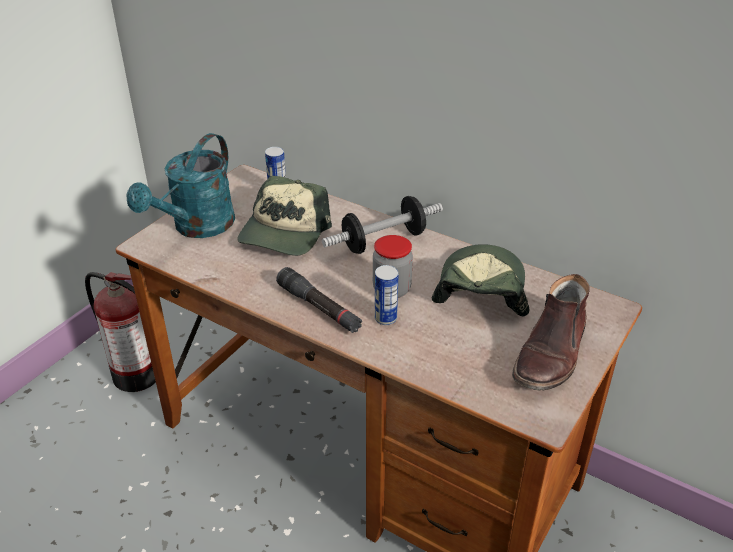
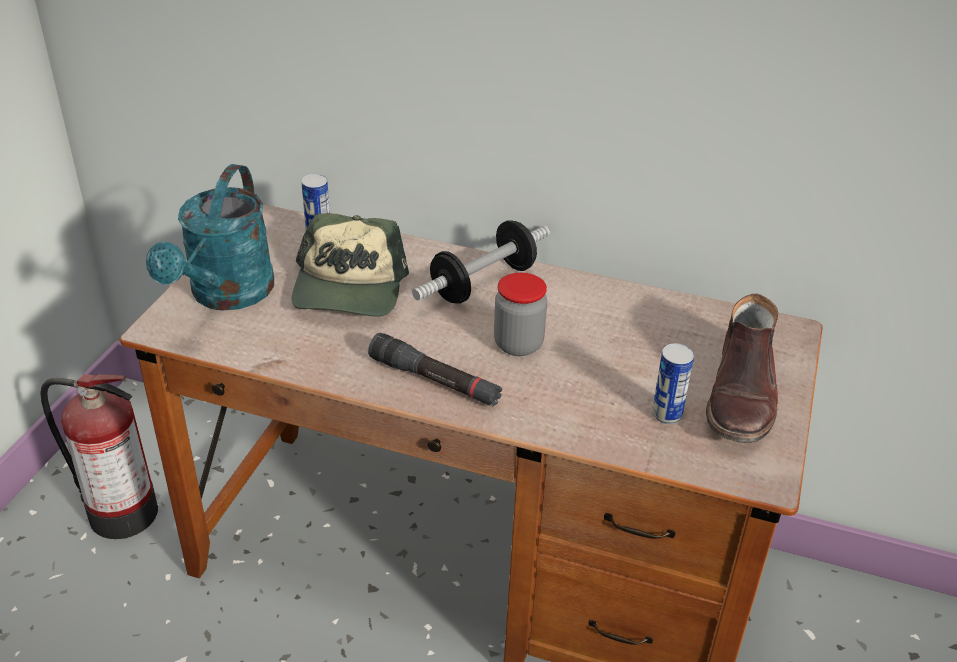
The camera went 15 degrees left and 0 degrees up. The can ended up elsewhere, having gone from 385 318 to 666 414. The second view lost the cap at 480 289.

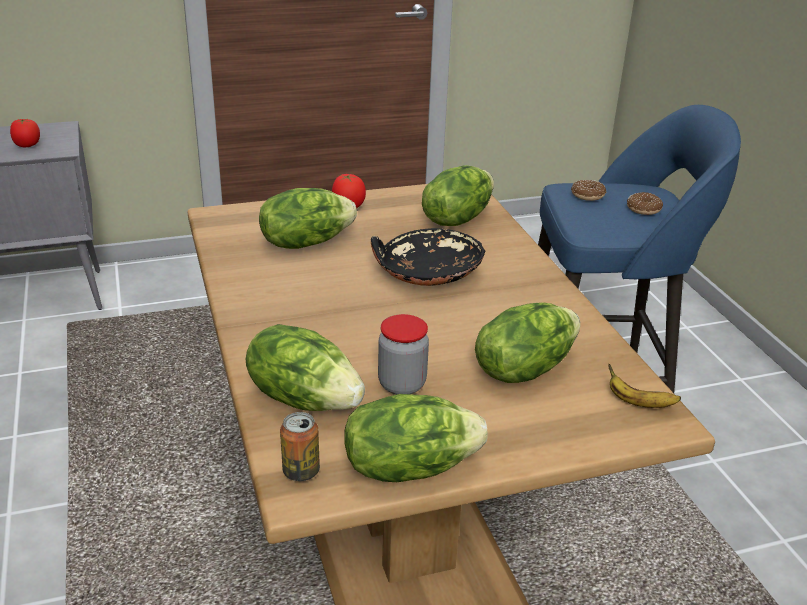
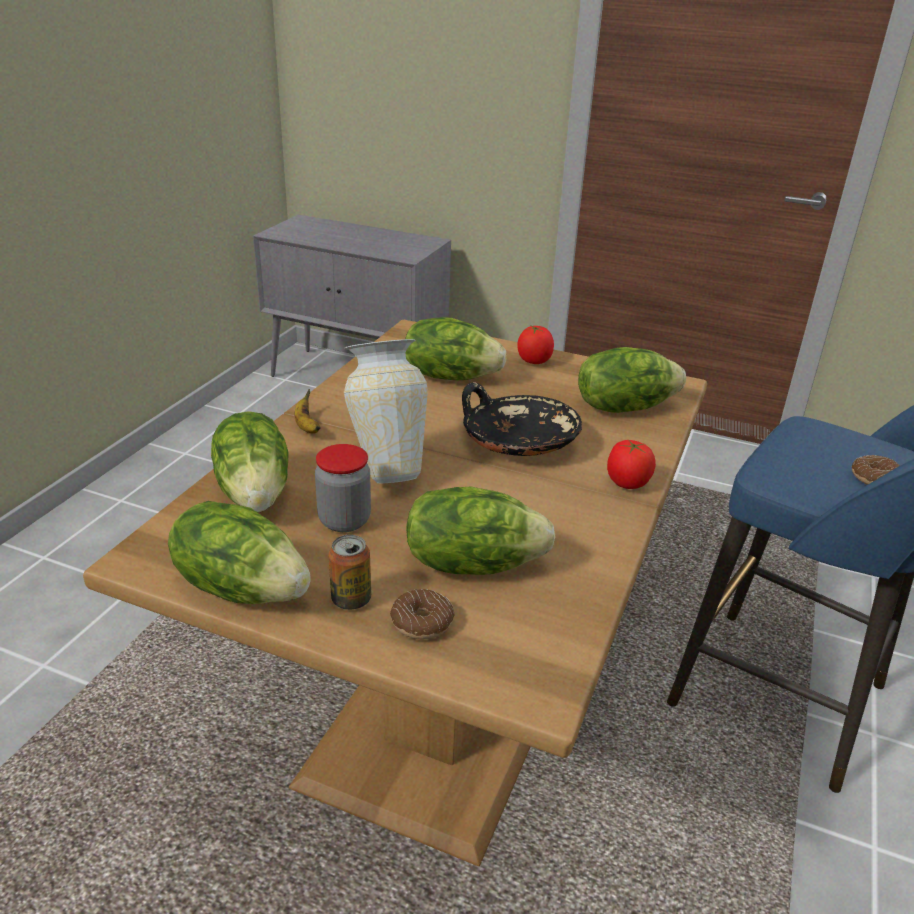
The camera went 40 degrees right and 0 degrees up. The banana ended up elsewhere, having gone from 638 403 to 307 426. The can ended up elsewhere, having gone from 301 471 to 351 599. The second view gained the vase at 388 466. The donut ended up elsewhere, having gone from 587 195 to 422 622. The tomato ended up elsewhere, having gone from 27 145 to 627 483.

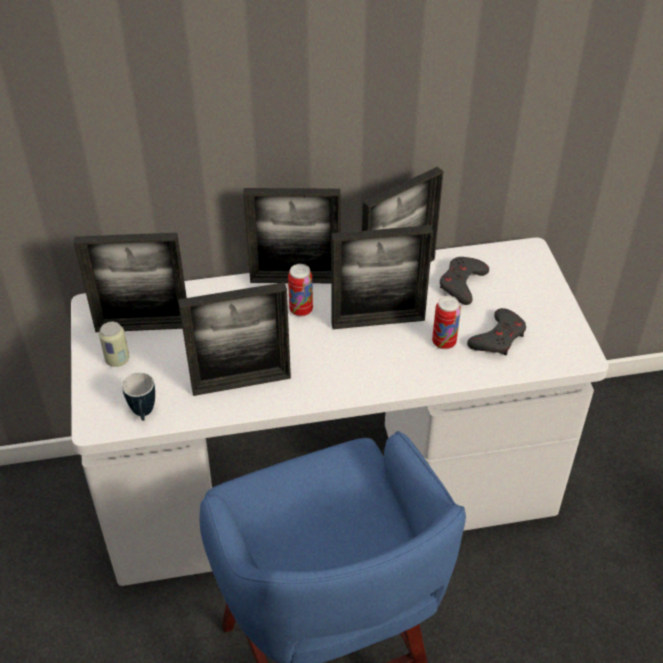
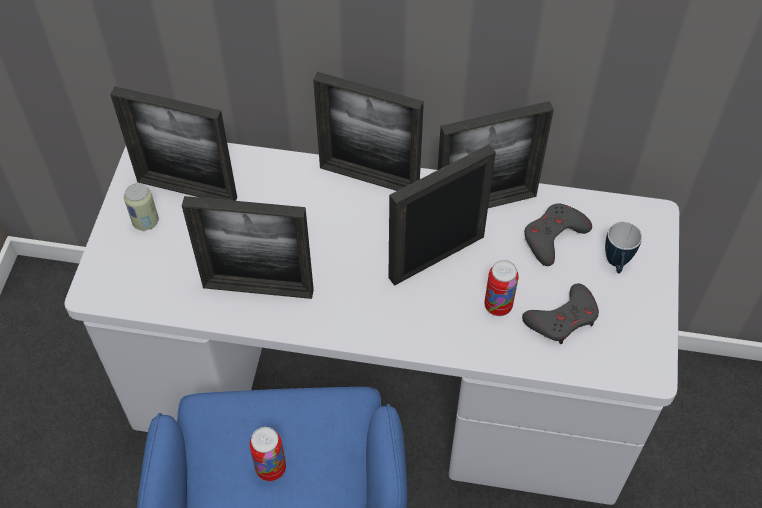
The camera went 20 degrees right and 10 degrees up. The can ended up elsewhere, having gone from 301 310 to 271 468. The picture frame at 378 321 ended up facing another way, 135 degrees clockwise from before. The mug ended up elsewhere, having gone from 143 414 to 616 264.

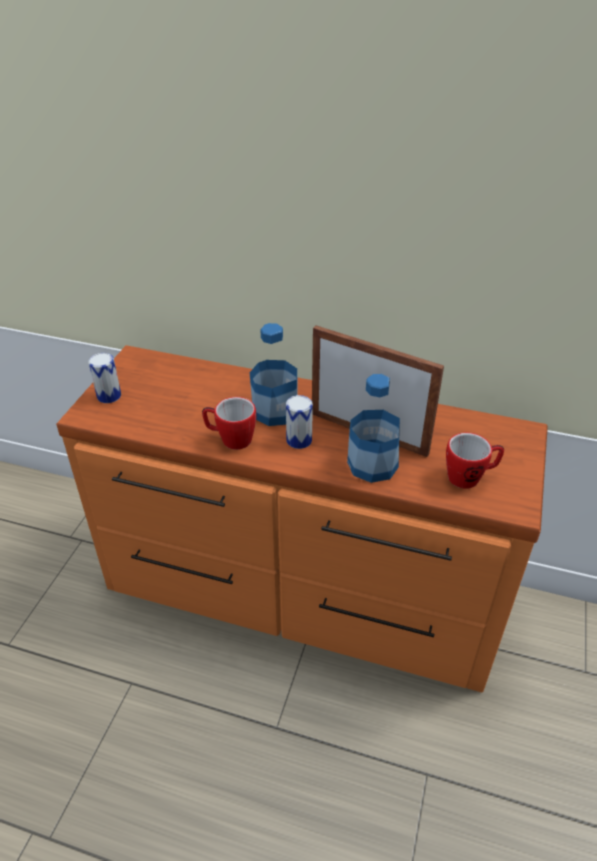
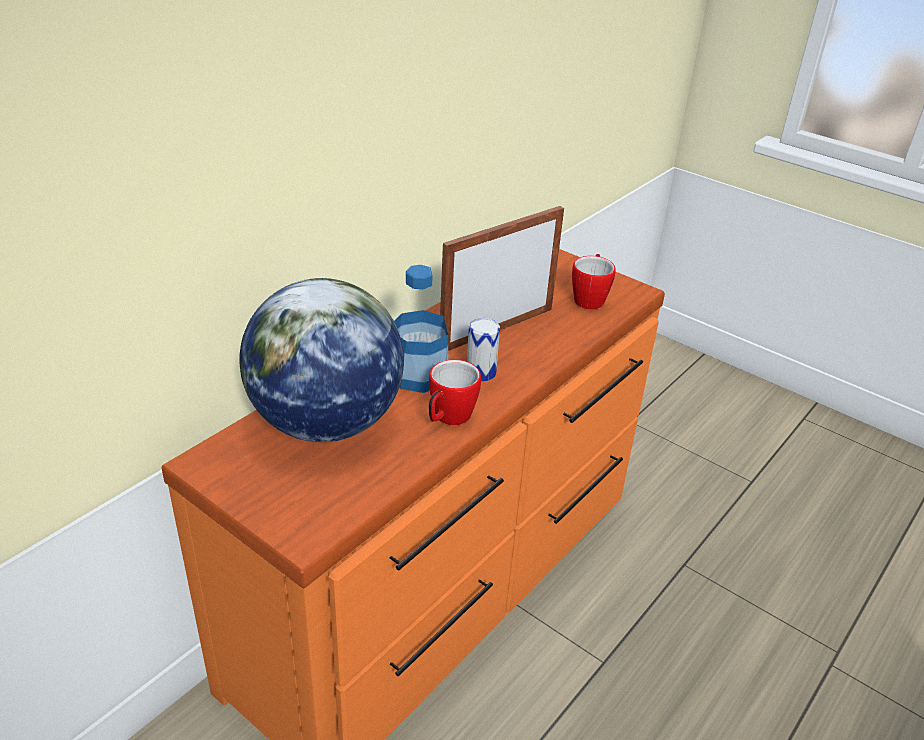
The camera went 70 degrees left and 5 degrees down. The second view gained the globe at 325 423. The second view lost the can at 109 396. The second view lost the bottle at 372 464.

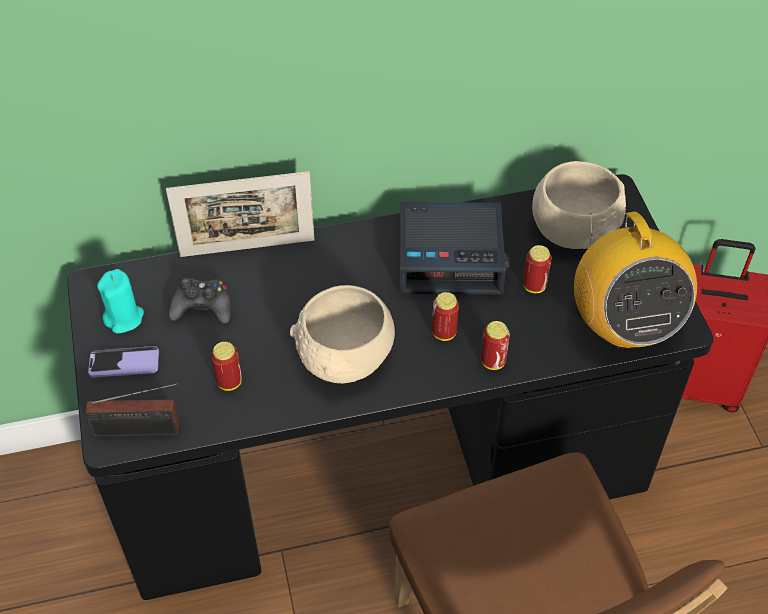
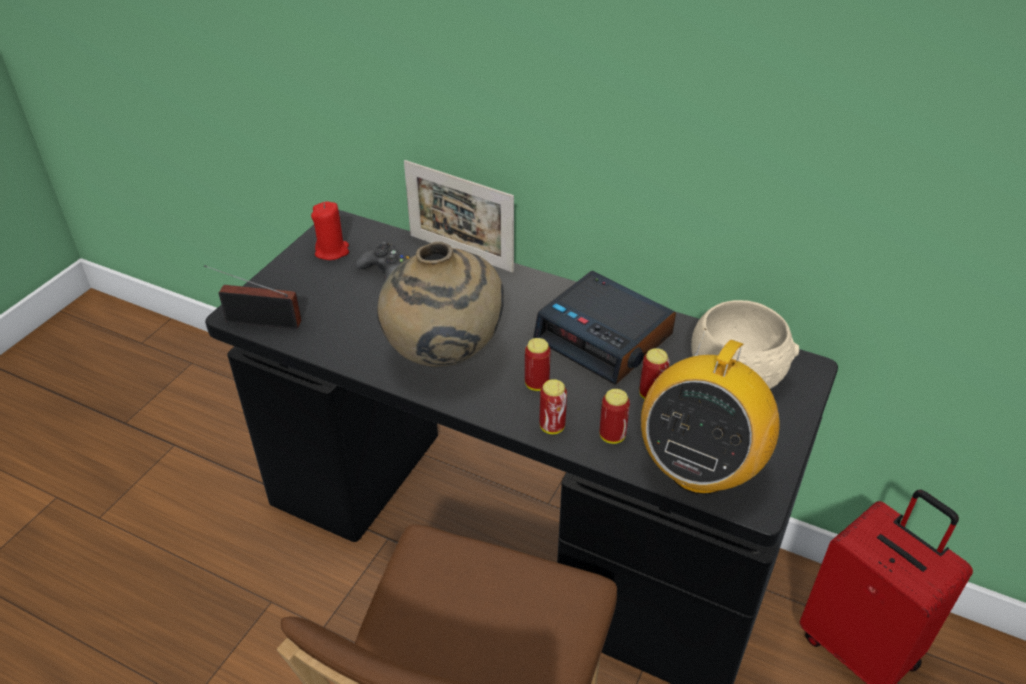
The camera went 40 degrees right and 10 degrees down. The radio at 141 430 ended up facing another way, 150 degrees clockwise from before. What was the candle/turquoise at 124 318 turned into the candle/red at 332 251. Where the bowl/beige stood at 345 358, the vase/beige came to stand at 443 357. The can ended up elsewhere, having gone from 229 382 to 612 436. The second view lost the phone at 124 363.

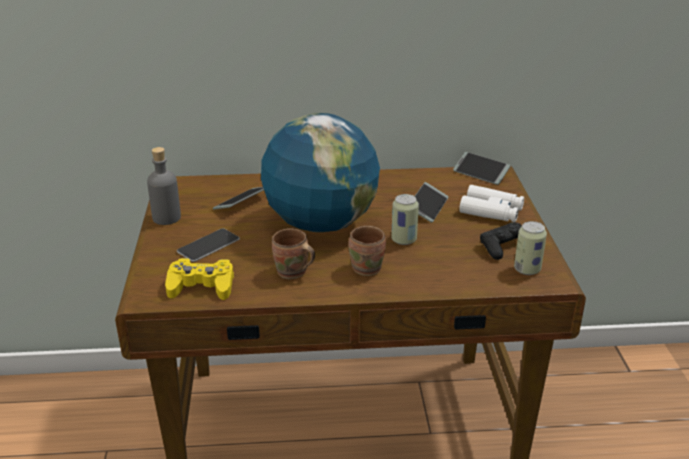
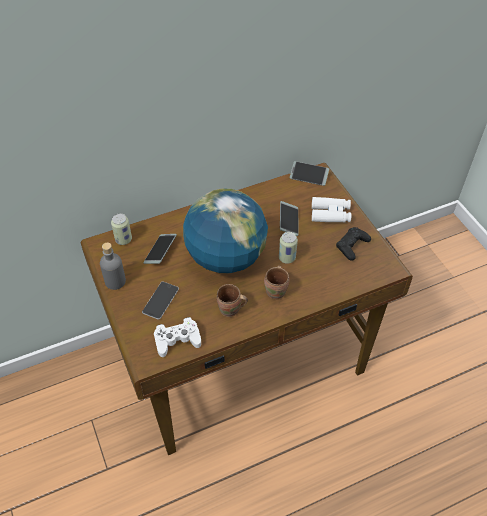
The camera went 20 degrees left and 20 degrees up. The can ended up elsewhere, having gone from 527 269 to 123 239. What was the game controller/yellow at 201 286 turned into the game controller/white at 177 340.

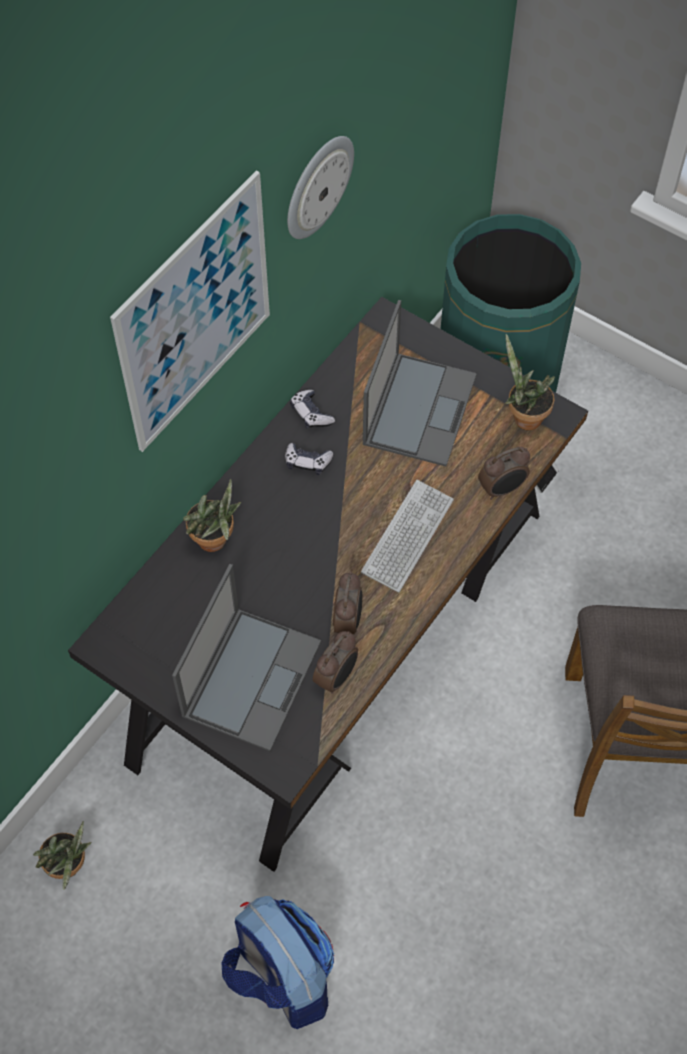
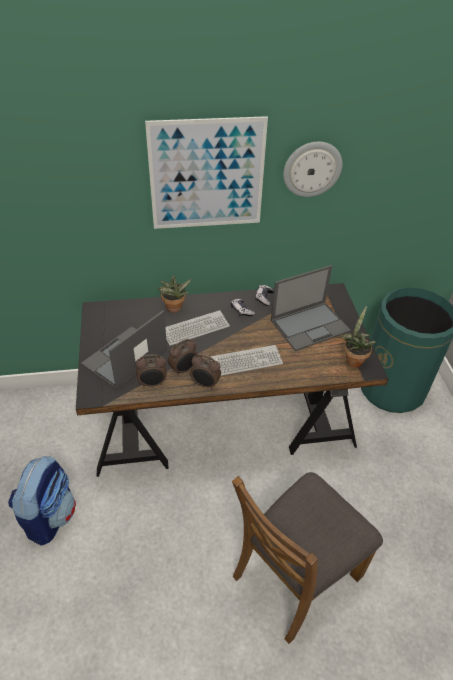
The camera went 45 degrees right and 15 degrees down. The laptop at 252 677 ended up facing another way, 150 degrees clockwise from before. The second view gained the keyboard at 195 328. The alarm clock ended up elsewhere, having gone from 502 489 to 205 384. The second view lost the potted plant at 70 868.

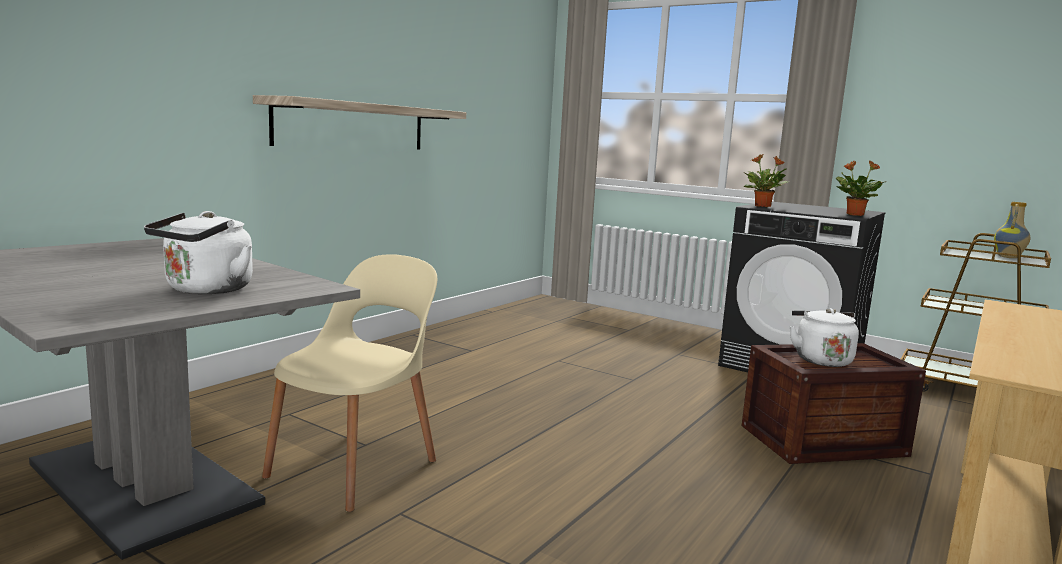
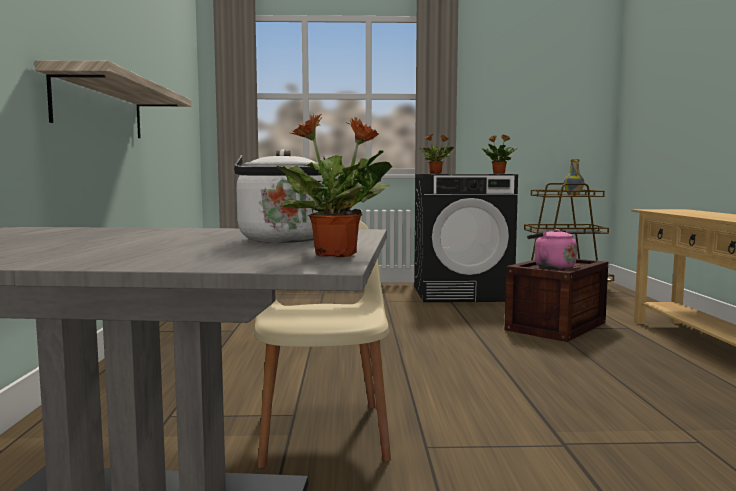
The camera went 35 degrees left and 5 degrees down. The second view gained the potted plant at 337 255. What was the kettle/white at 820 360 turned into the kettle/pink at 551 267.

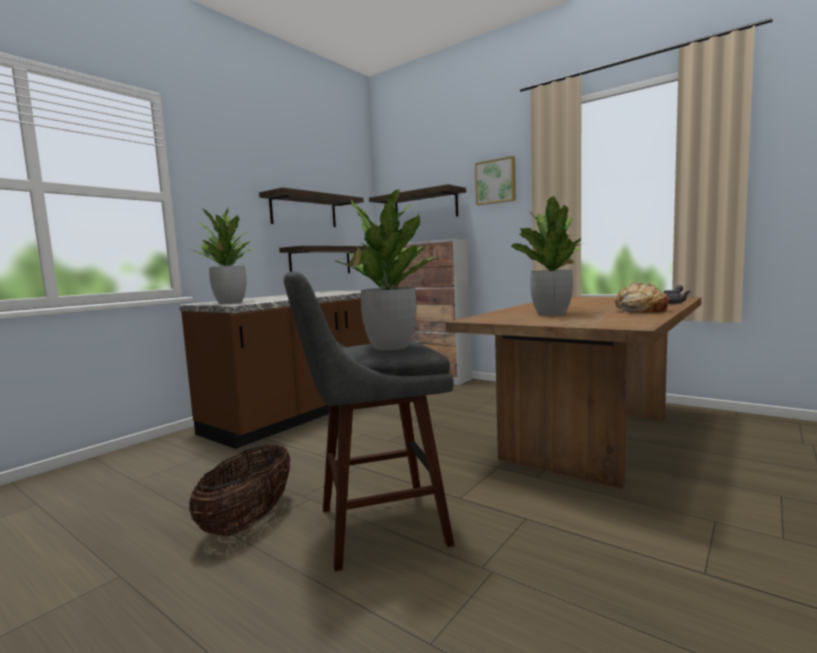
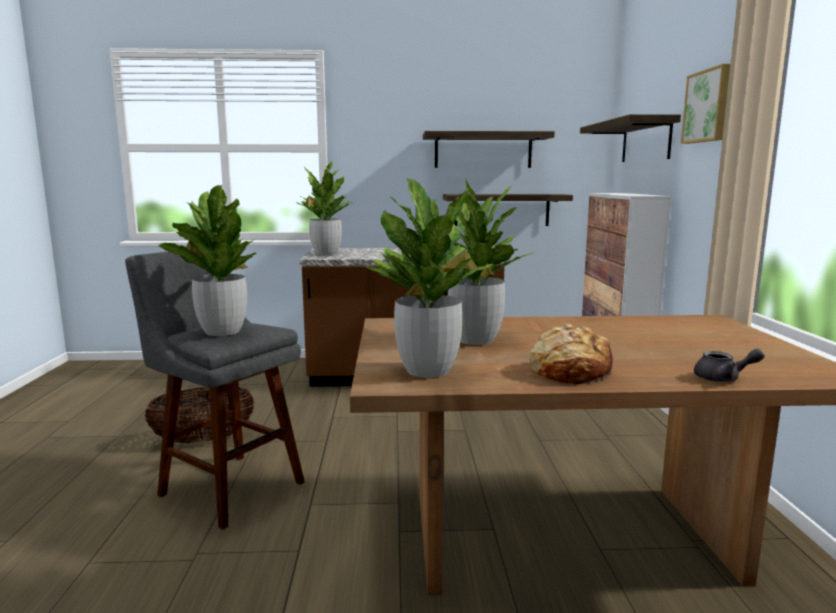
The camera went 50 degrees right and 5 degrees up. The second view gained the potted plant at 428 370.

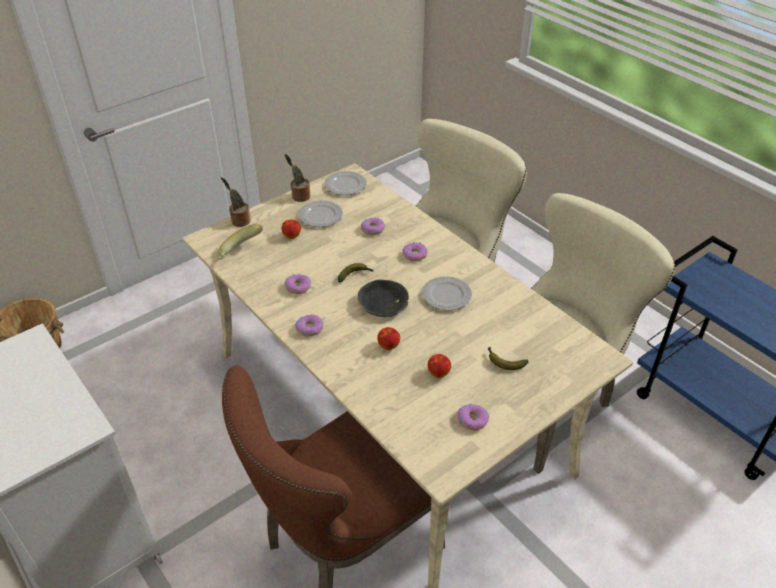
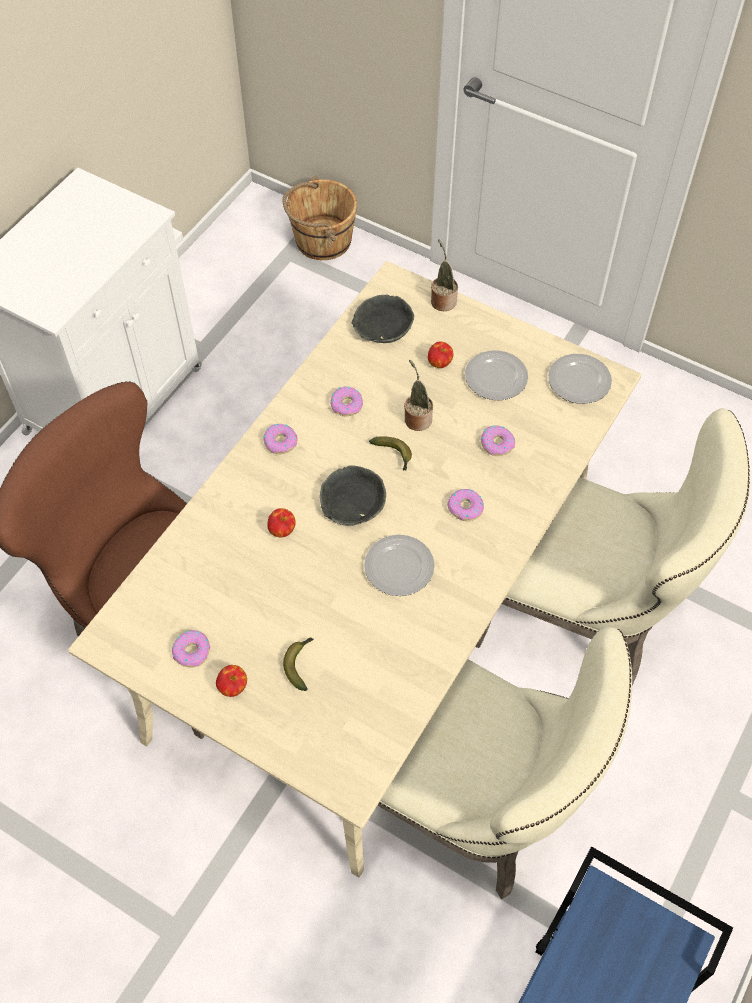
The camera went 70 degrees right and 15 degrees up. The apple ended up elsewhere, having gone from 438 373 to 233 687. Where the banana stood at 240 253, the bowl/grey came to stand at 382 326. The potted plant ended up elsewhere, having gone from 299 196 to 417 418.

